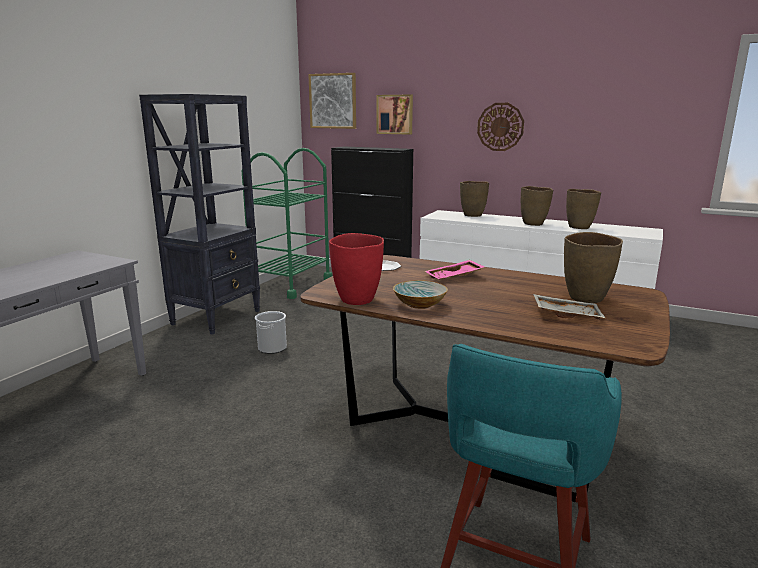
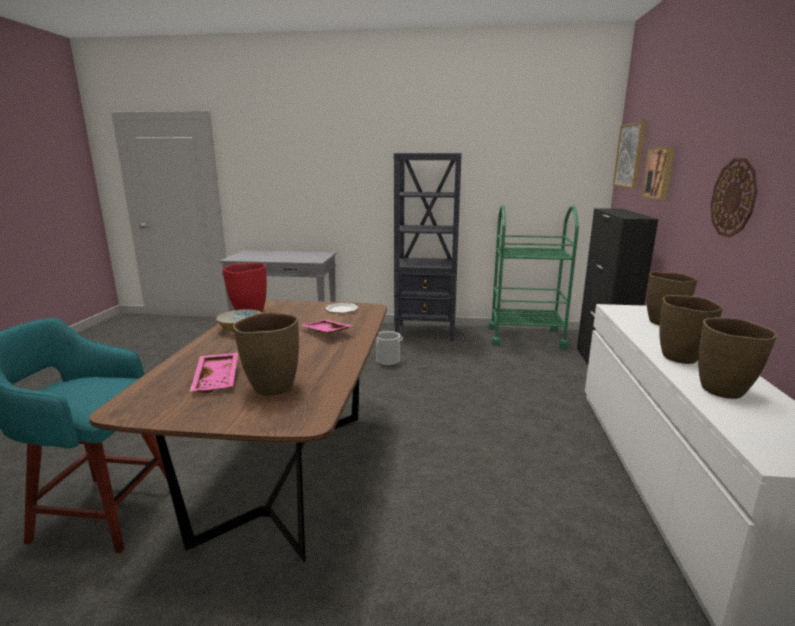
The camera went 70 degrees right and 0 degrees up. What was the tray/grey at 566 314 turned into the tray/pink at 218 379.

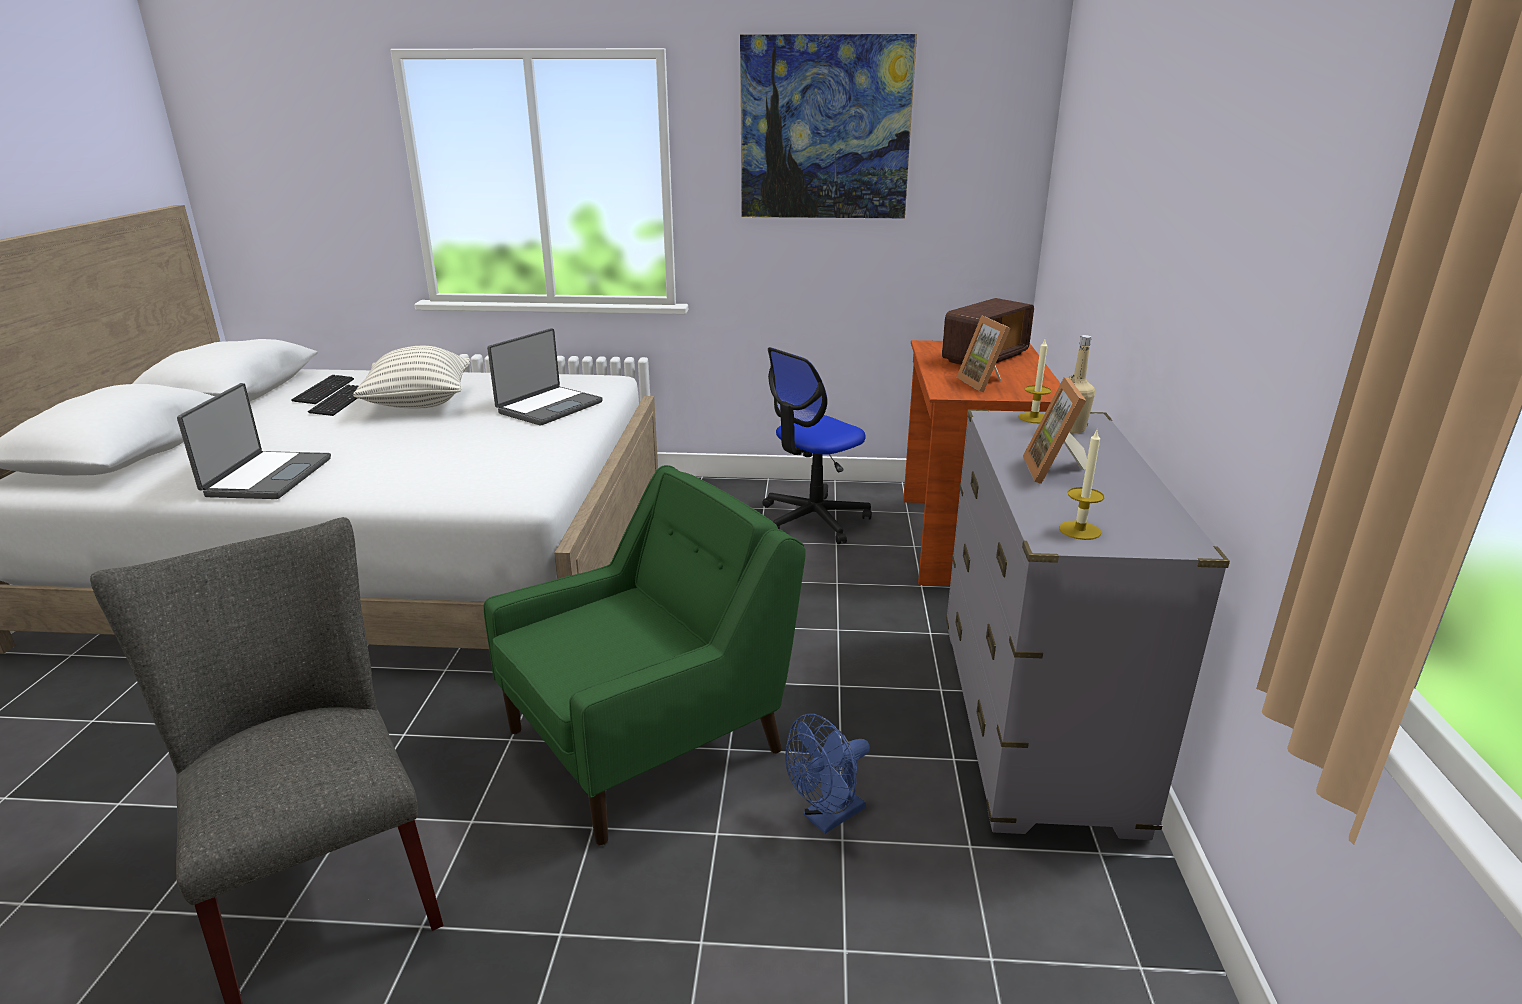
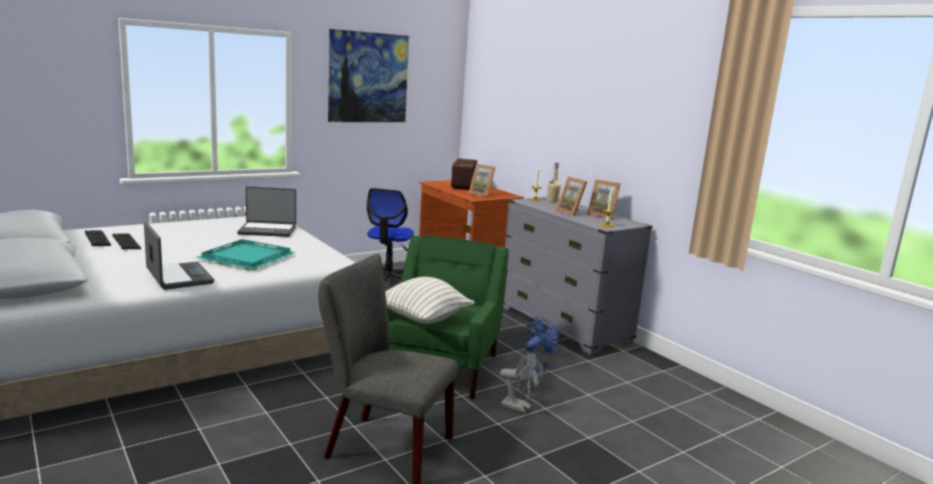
The camera went 40 degrees left and 10 degrees down. The second view gained the tray/turquoise at 246 257. The laptop at 549 407 ended up facing another way, 90 degrees clockwise from before. The pillow ended up elsewhere, having gone from 419 404 to 422 319. The second view gained the fan/grey at 520 408. The fan/blue at 827 818 ended up facing another way, 150 degrees counterclockwise from before. The second view gained the picture frame at 602 215.

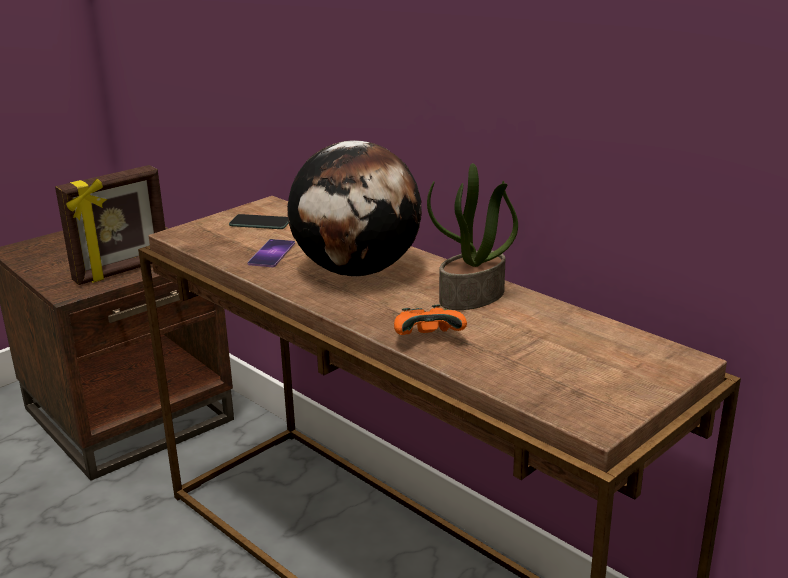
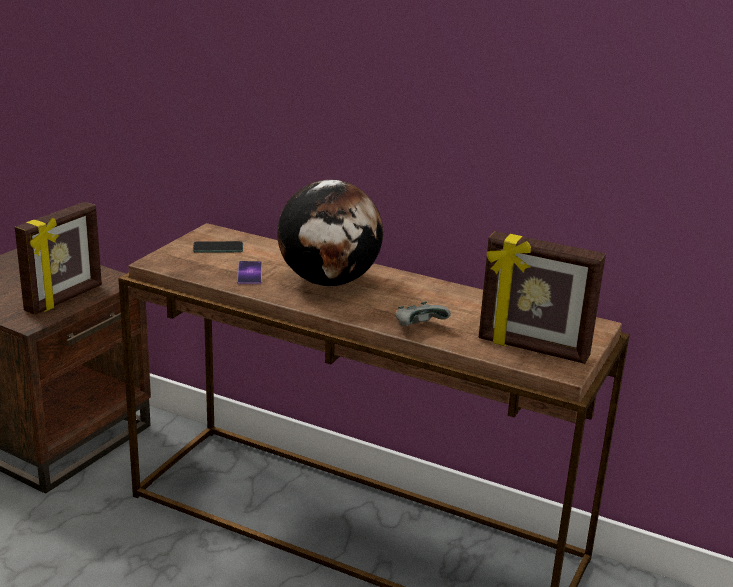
The camera went 20 degrees left and 0 degrees up. What was the game controller/orange at 428 338 turned into the game controller/grey at 419 327. The second view gained the picture frame at 532 349. The second view lost the potted plant at 472 297.

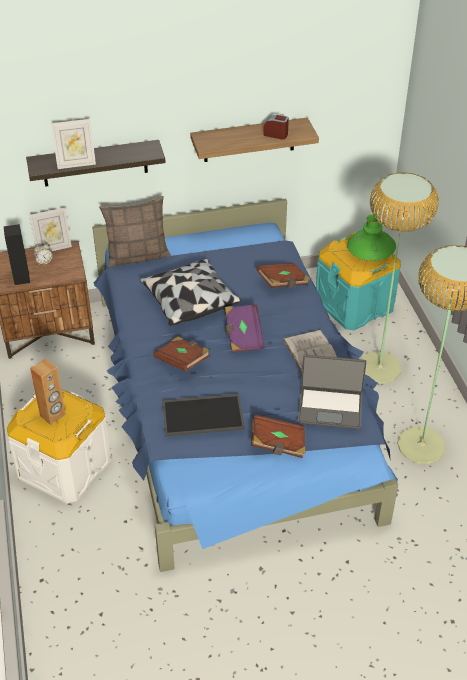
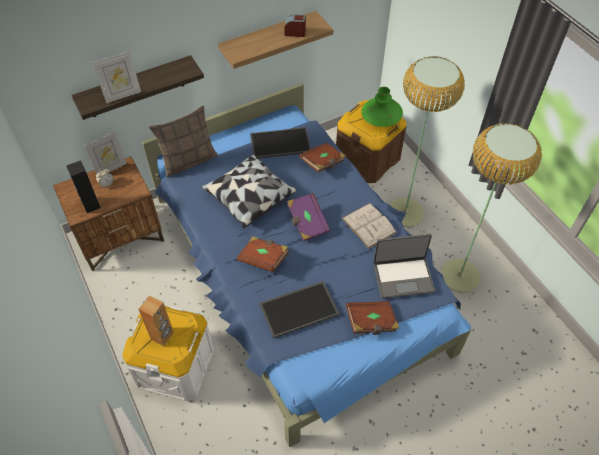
The camera went 15 degrees left and 10 degrees up. The second view gained the tray at 280 144. What was the storage box/turquoise at 354 304 turned into the storage box/brown at 367 159.

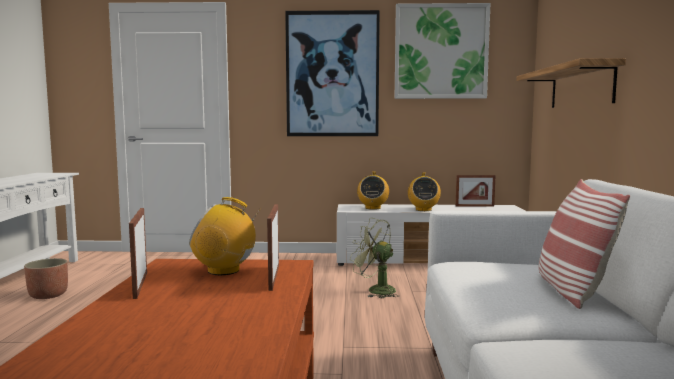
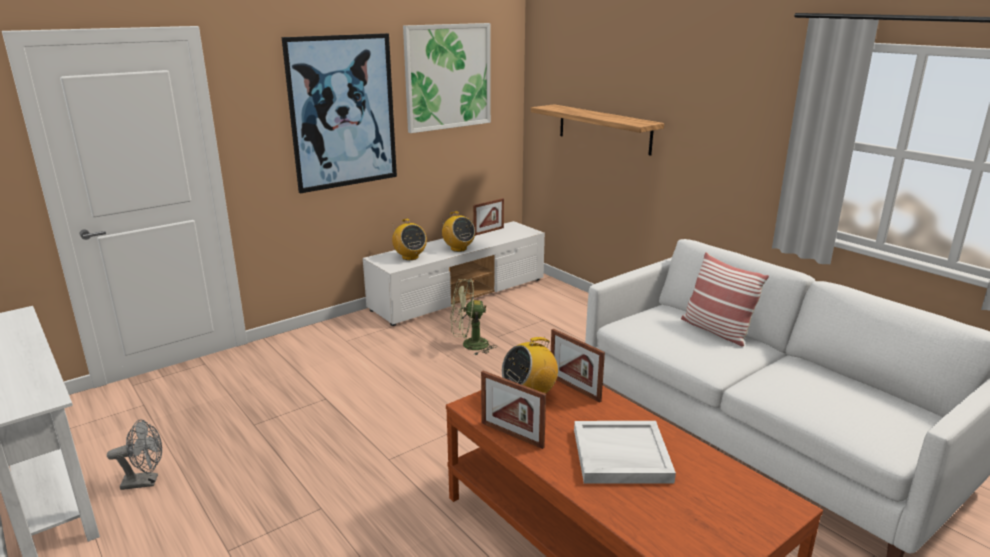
The camera went 40 degrees left and 15 degrees up. Where the planter stood at 48 295, the fan/grey came to stand at 146 481. The second view gained the tray/white at 620 456.

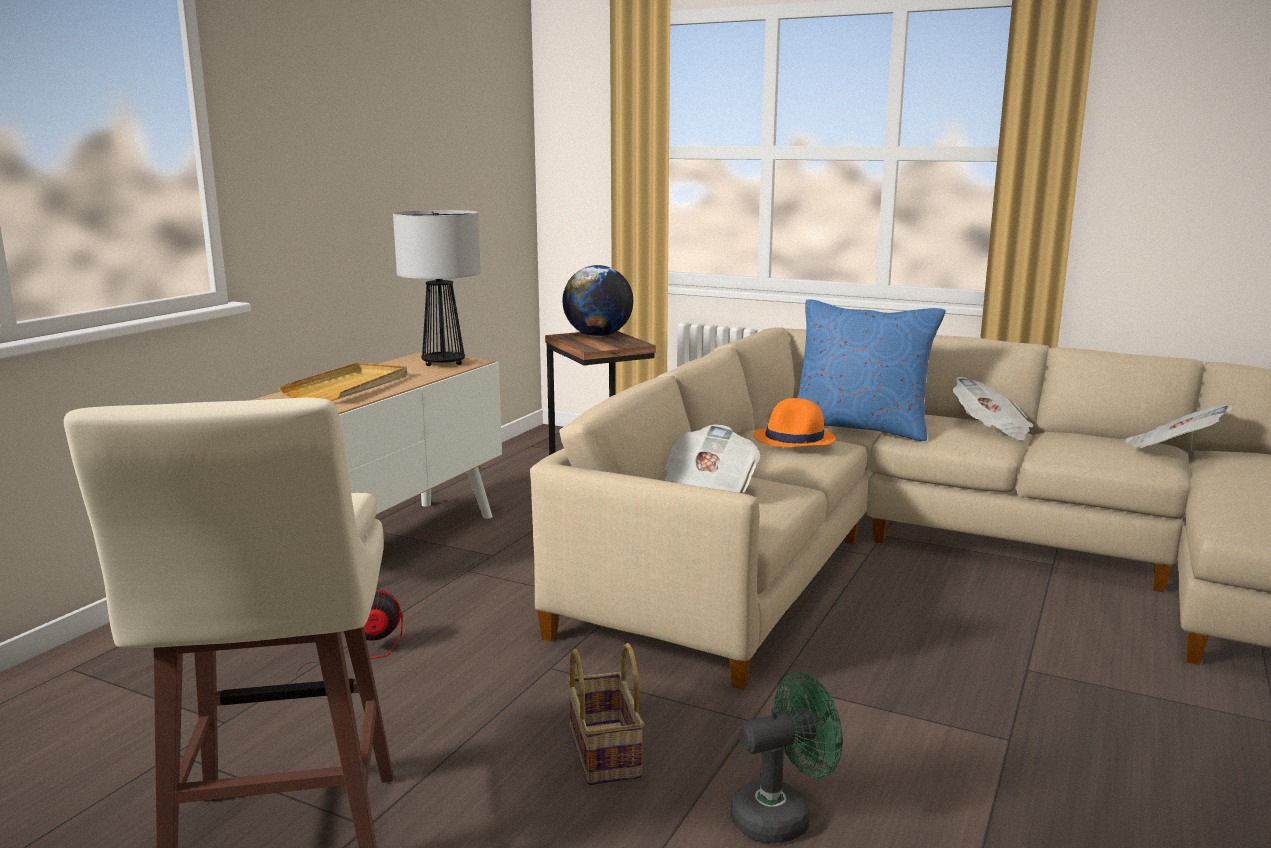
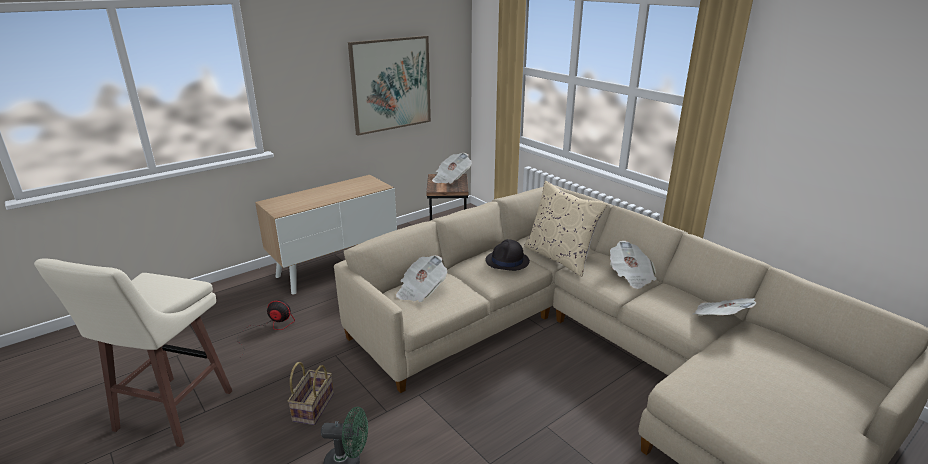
The camera went 25 degrees right and 10 degrees up. The second view gained the picture at 391 84. Where the globe stood at 598 336, the newspaper came to stand at 451 179. What was the hat/orange at 794 439 turned into the hat/black at 507 261. What was the pillow/blue at 860 427 turned into the pillow/beige at 560 257. The second view lost the tray/beige at 348 387. The second view lost the table lamp at 443 363.

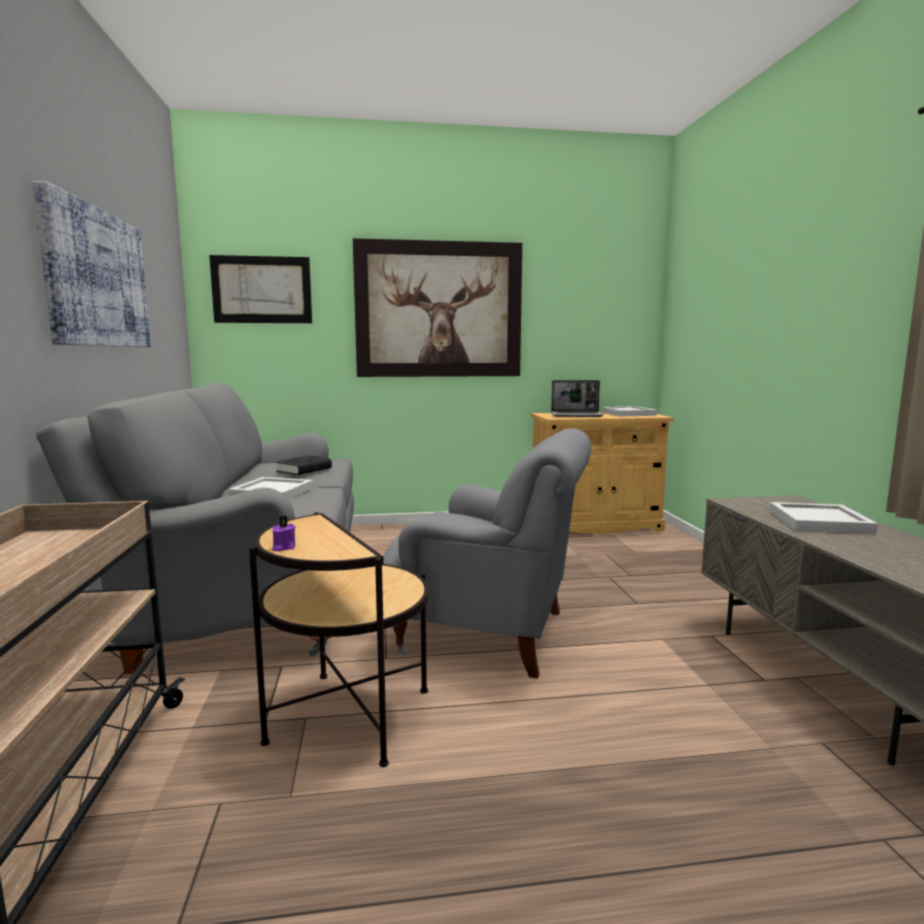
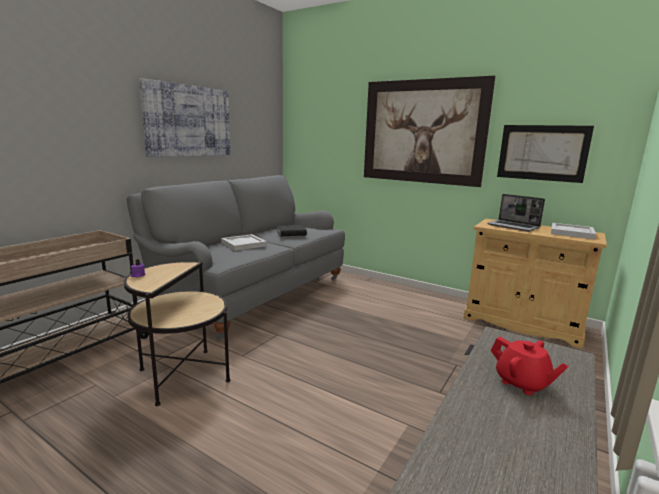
The camera went 40 degrees right and 5 degrees up. Where the tray/white stood at 818 522, the teapot/red came to stand at 522 383. The picture ended up elsewhere, having gone from 262 290 to 542 153. The second view lost the armchair/grey at 488 633.

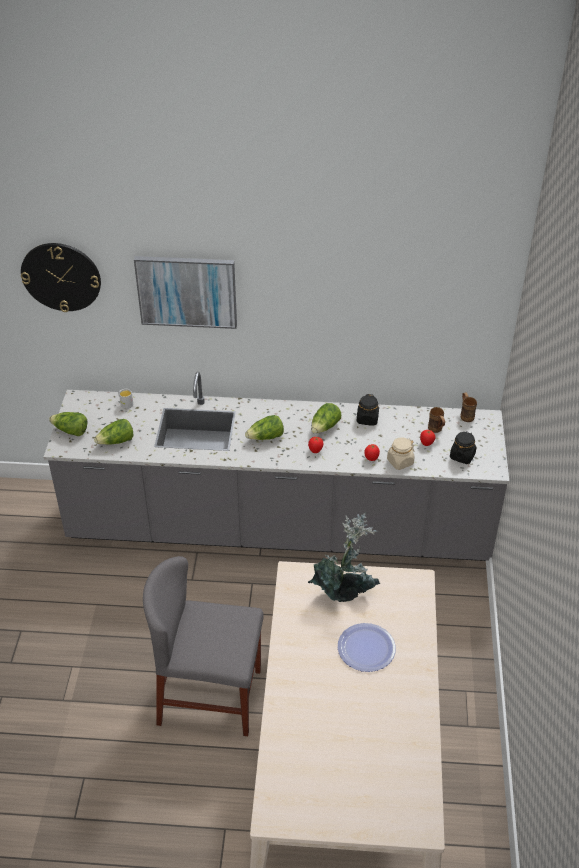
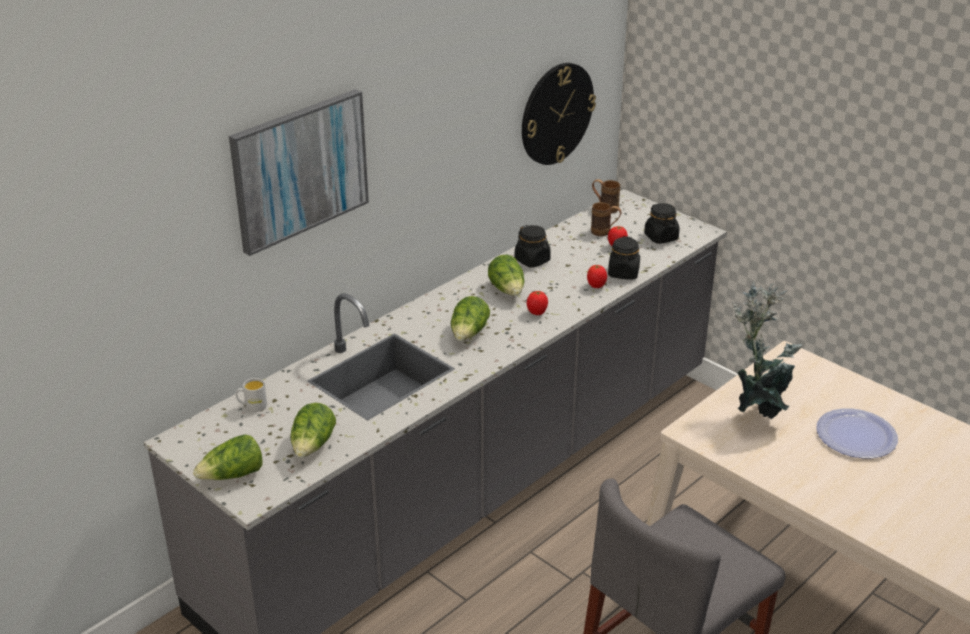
The camera went 50 degrees left and 10 degrees down. The wall clock ended up elsewhere, having gone from 61 276 to 556 113. What was the jar/beige at 400 462 turned into the jar/black at 623 273.

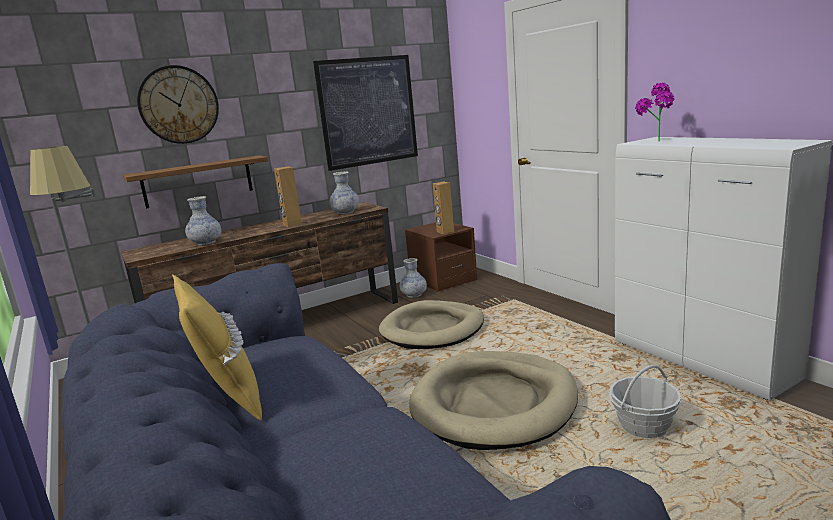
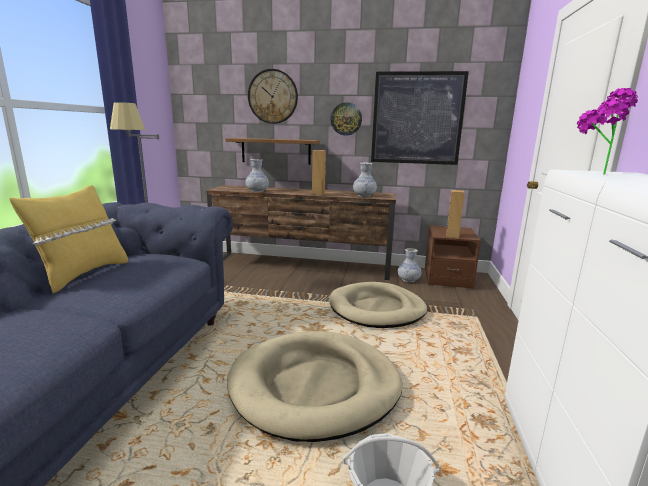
The camera went 40 degrees right and 0 degrees up. The second view gained the wall clock at 346 119.

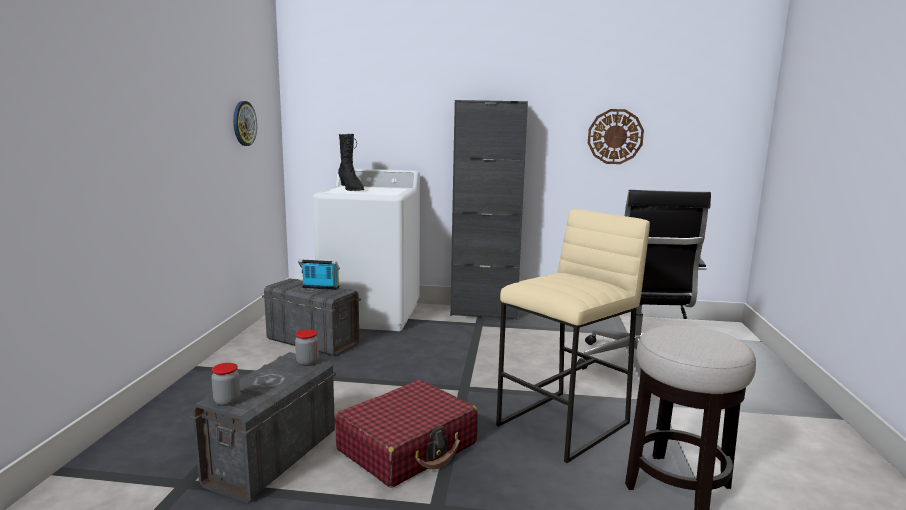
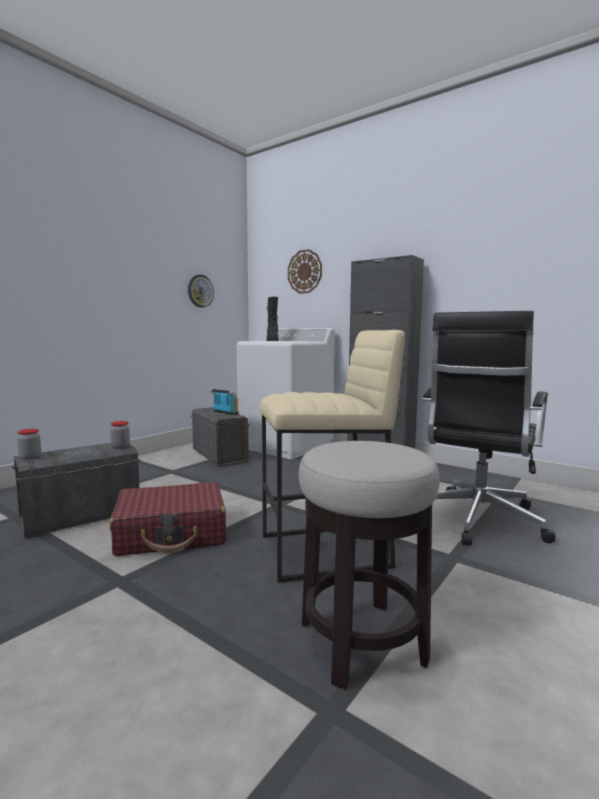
The camera went 30 degrees right and 5 degrees down. The wall clock ended up elsewhere, having gone from 615 136 to 304 271.

